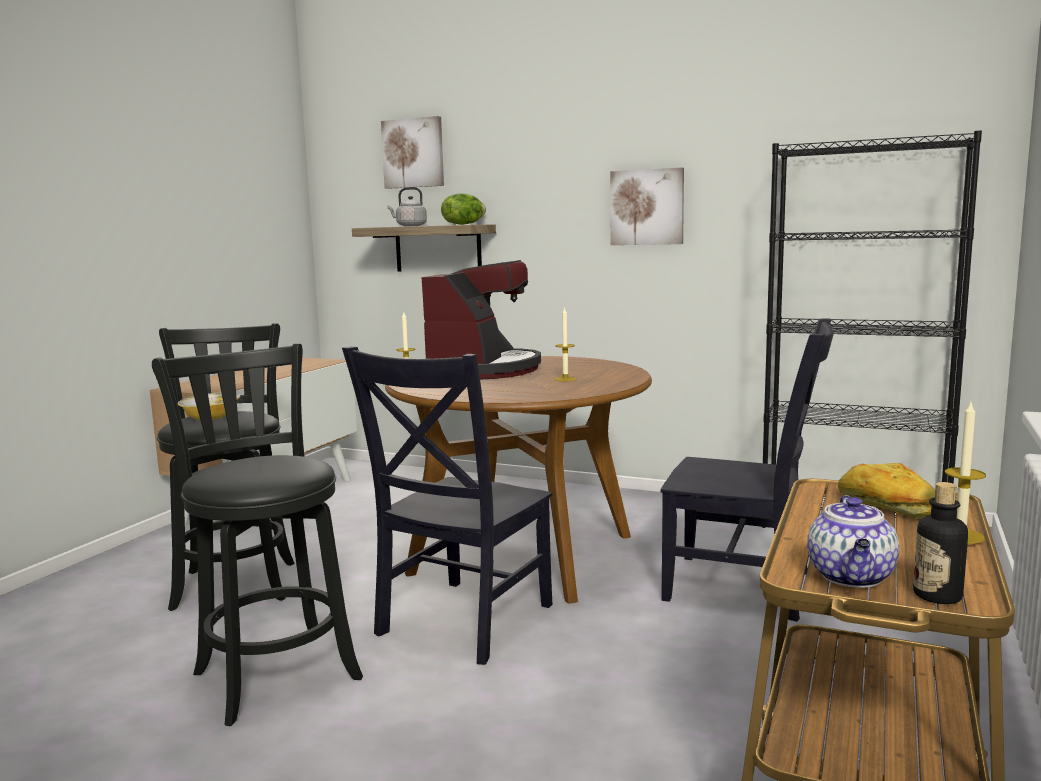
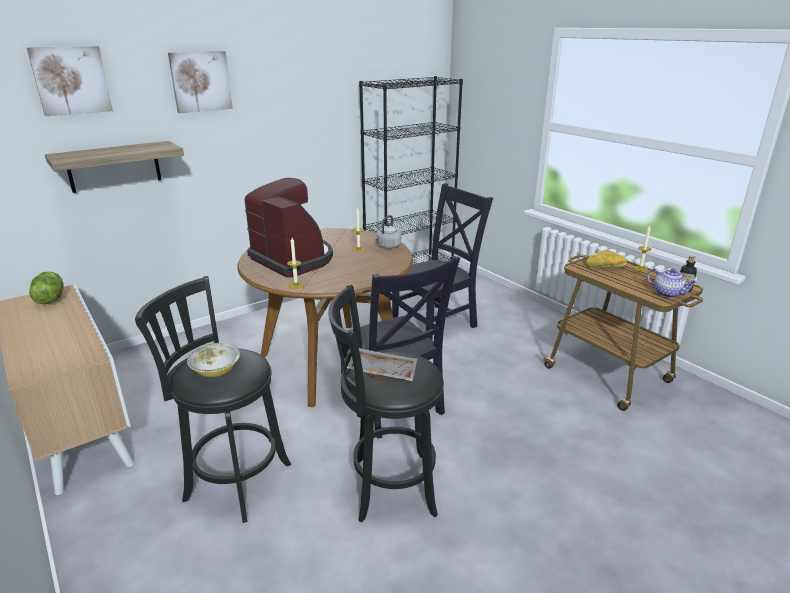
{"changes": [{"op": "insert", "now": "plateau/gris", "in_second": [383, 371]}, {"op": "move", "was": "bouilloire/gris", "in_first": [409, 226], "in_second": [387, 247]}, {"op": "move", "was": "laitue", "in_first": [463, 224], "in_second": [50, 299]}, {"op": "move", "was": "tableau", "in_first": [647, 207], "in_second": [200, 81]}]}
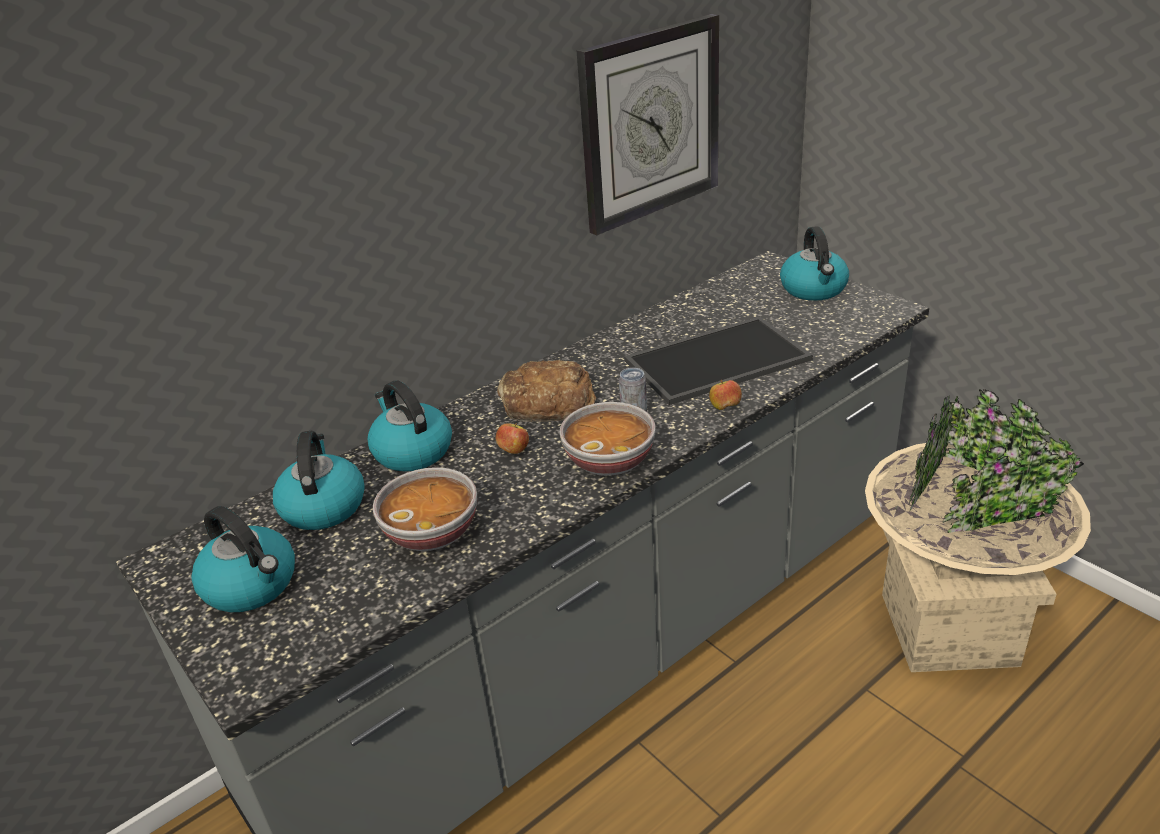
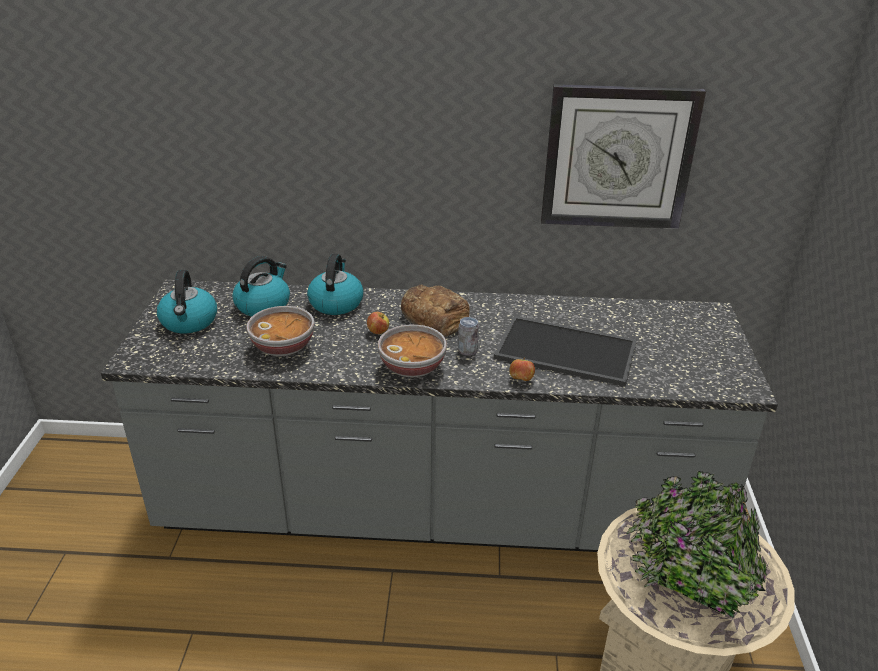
{"changes": [{"op": "delete", "was": "bouilloire", "in_first": [814, 289]}]}
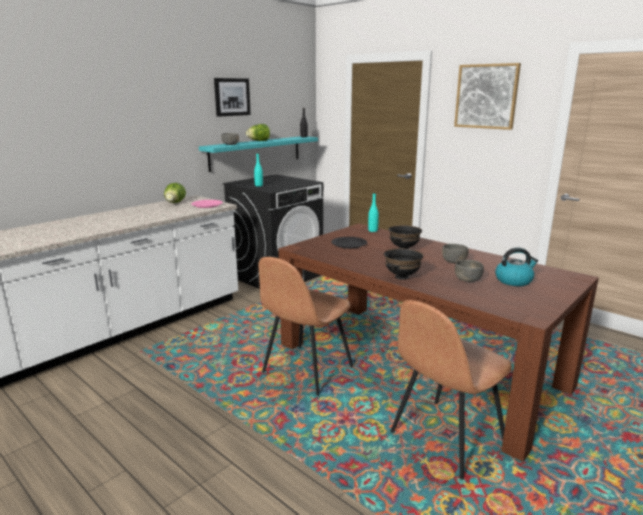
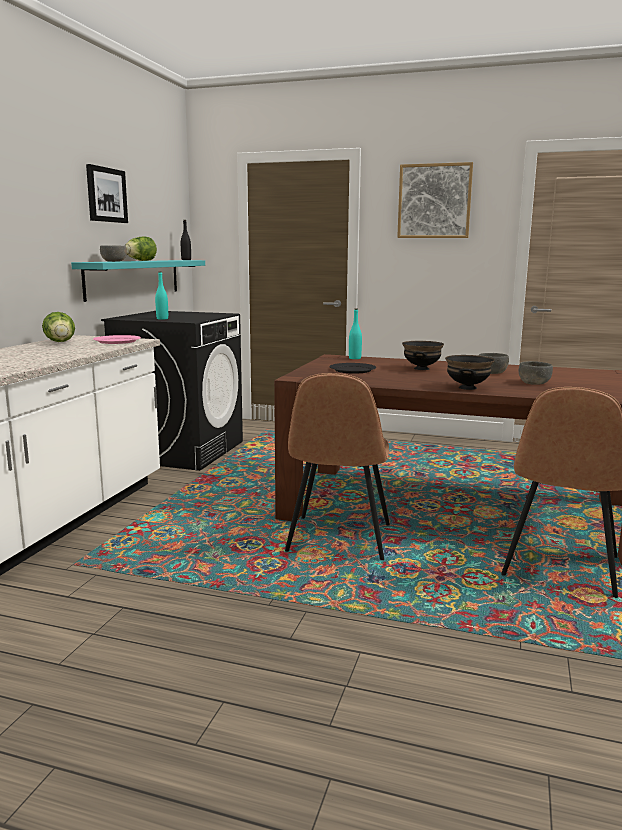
{"changes": [{"op": "delete", "was": "bouilloire", "in_first": [514, 280]}]}
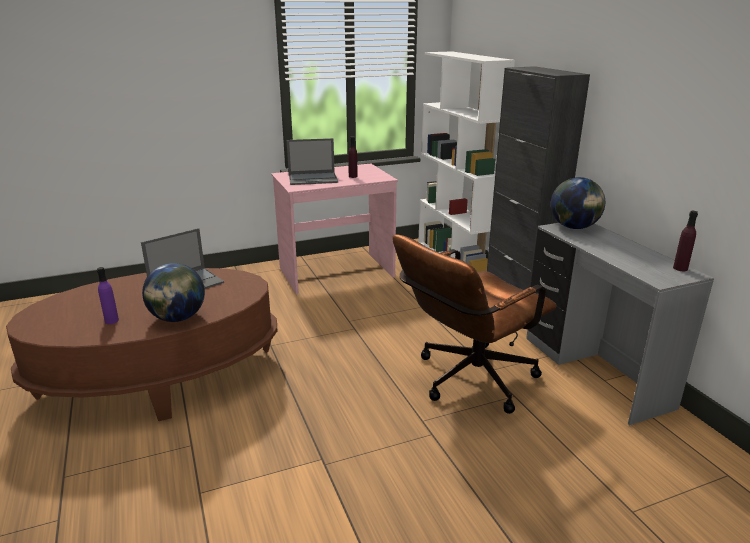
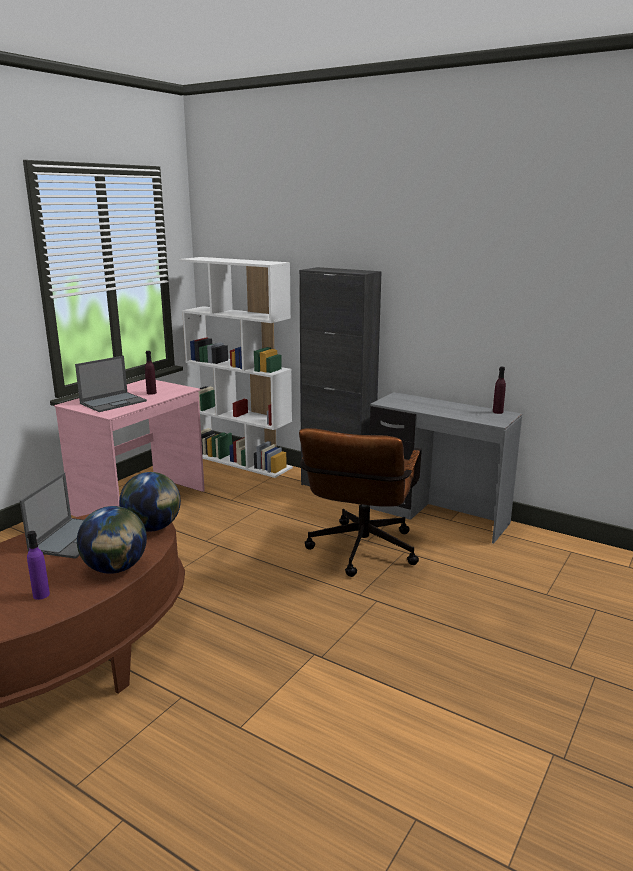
{"changes": [{"op": "move", "was": "globe", "in_first": [574, 227], "in_second": [153, 528]}]}
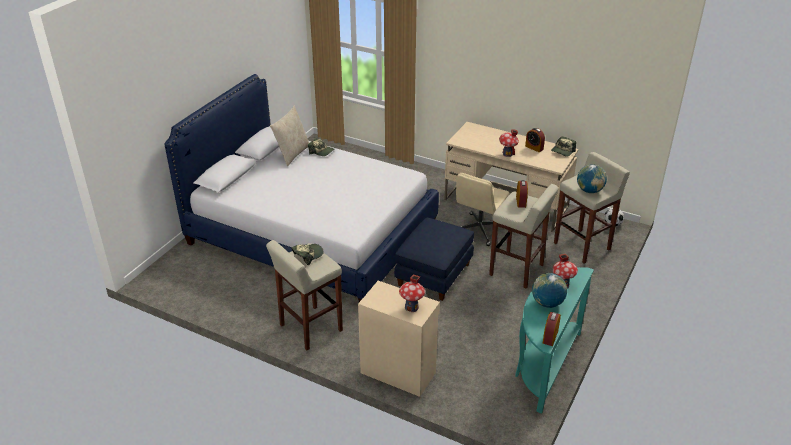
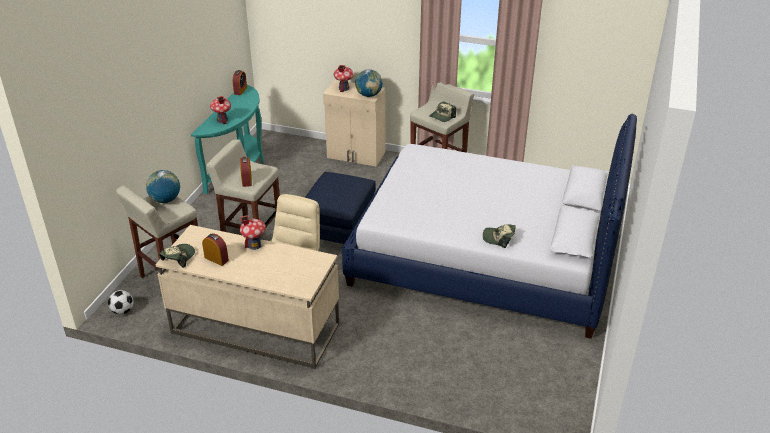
{"changes": [{"op": "delete", "was": "coussin/beige", "in_first": [292, 154]}, {"op": "move", "was": "globe", "in_first": [547, 303], "in_second": [369, 95]}]}
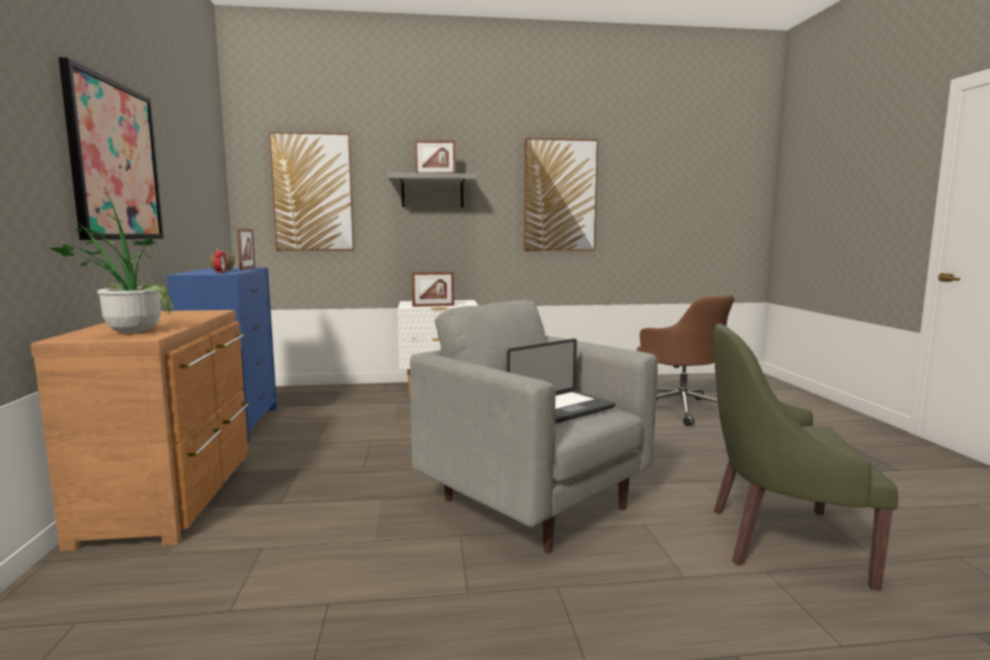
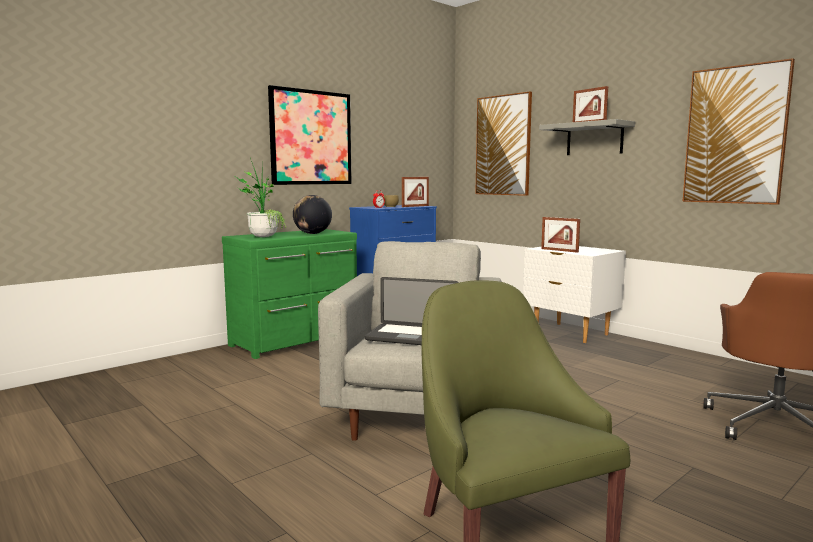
{"changes": [{"op": "insert", "now": "globe", "in_second": [312, 233]}, {"op": "recolor", "was": "commode/marron", "now": "commode/vert", "in_first": [175, 496], "in_second": [297, 341]}]}
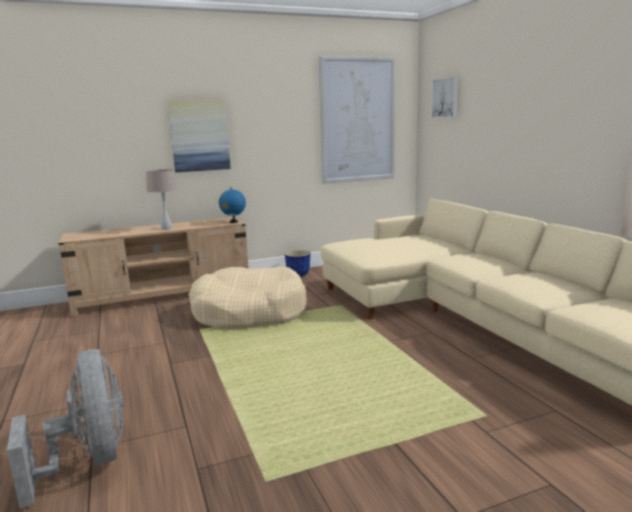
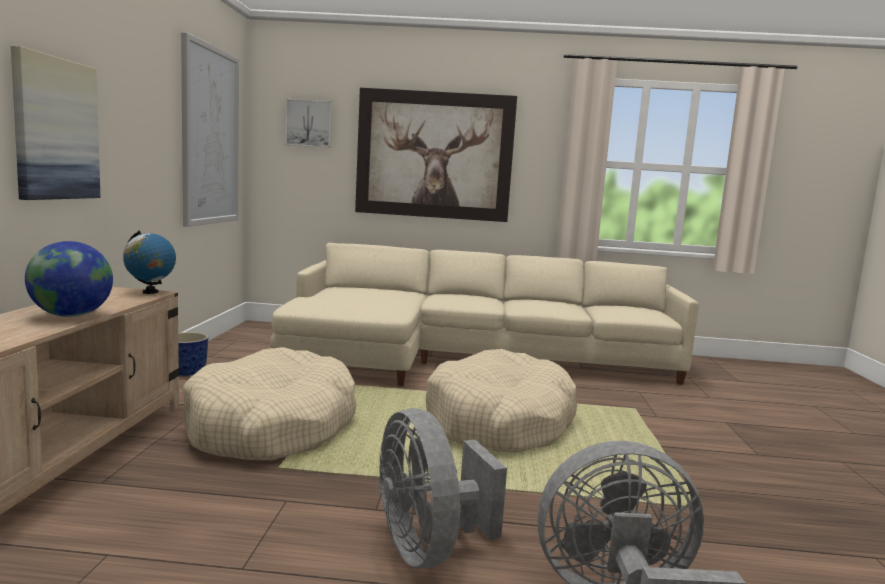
{"changes": [{"op": "insert", "now": "tableau", "in_second": [434, 155]}, {"op": "insert", "now": "ventilateur/gris", "in_second": [428, 548]}, {"op": "insert", "now": "panier pour chien/beige", "in_second": [499, 422]}, {"op": "replace", "was": "lampe de table/beige", "now": "globe", "in_first": [166, 228], "in_second": [71, 316]}]}
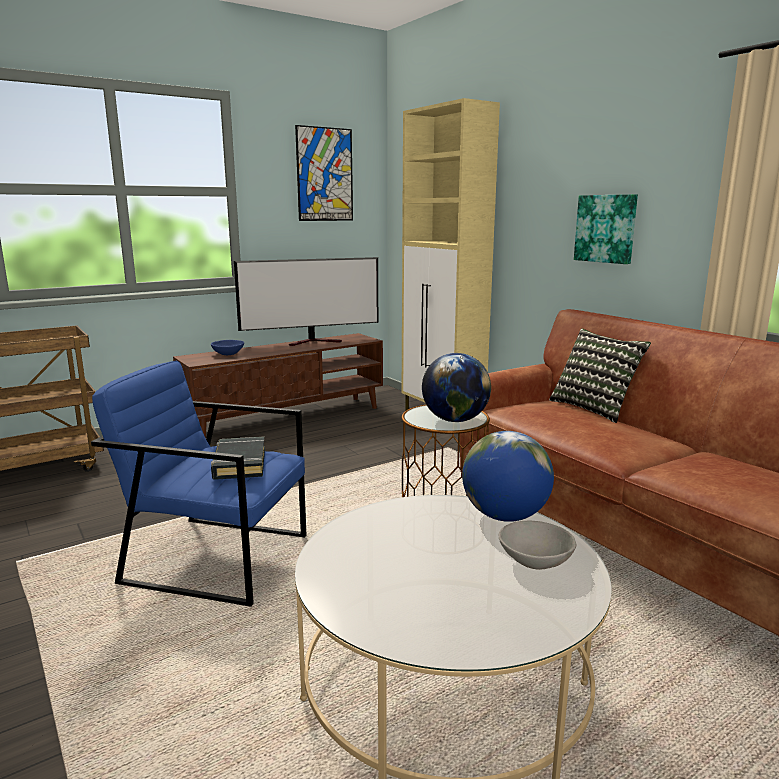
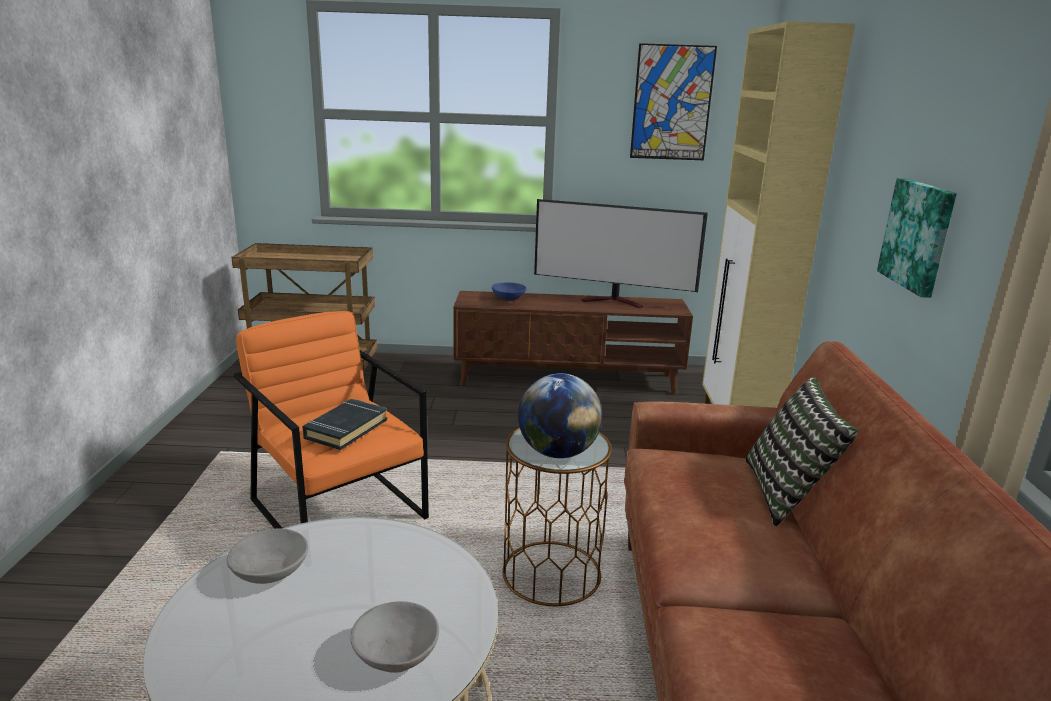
{"changes": [{"op": "delete", "was": "globe", "in_first": [505, 516]}, {"op": "insert", "now": "bol/gris", "in_second": [270, 572]}, {"op": "recolor", "was": "fauteuil/bleu", "now": "fauteuil/orange", "in_first": [217, 558], "in_second": [339, 508]}]}
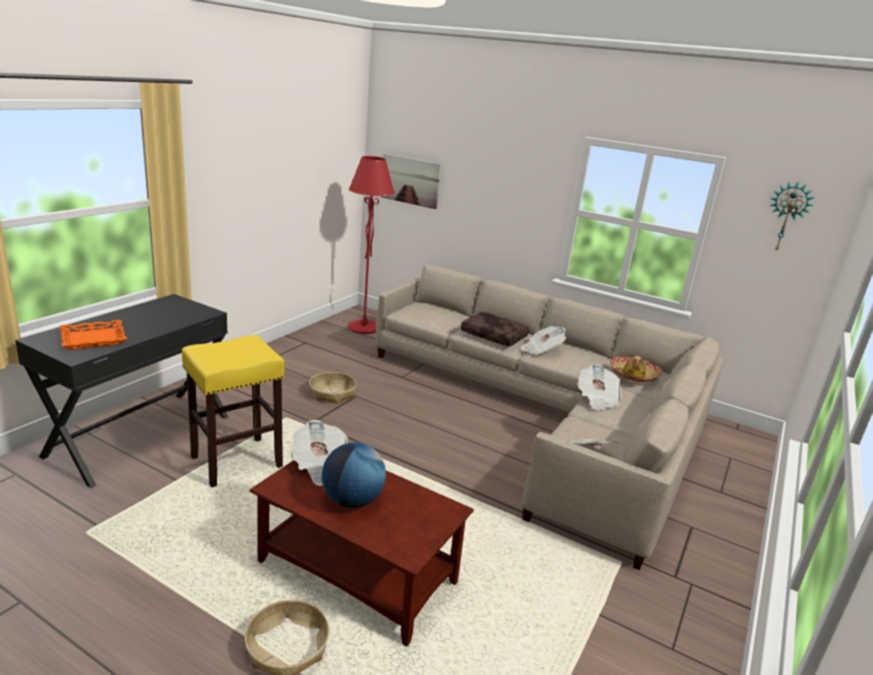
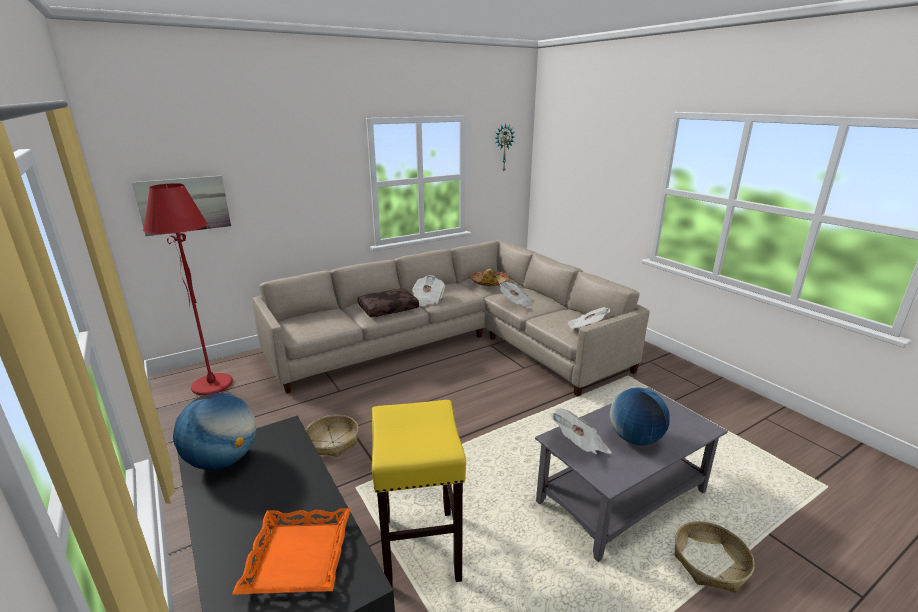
{"changes": [{"op": "insert", "now": "globe", "in_second": [223, 460]}, {"op": "recolor", "was": "table basse/marron", "now": "table basse/gris", "in_first": [359, 572], "in_second": [622, 496]}]}
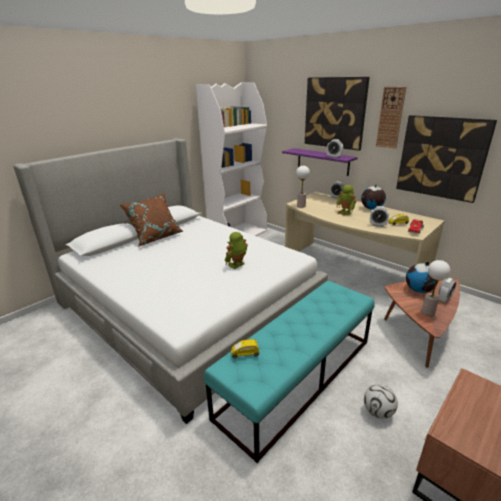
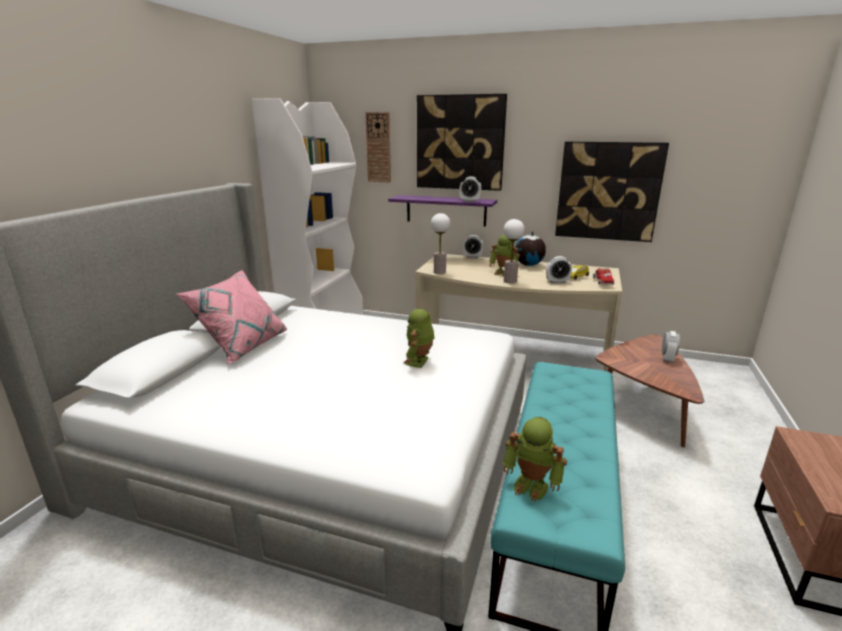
{"changes": [{"op": "delete", "was": "ballon de foot", "in_first": [378, 412]}, {"op": "delete", "was": "globe", "in_first": [419, 290]}, {"op": "move", "was": "horloge murale", "in_first": [390, 118], "in_second": [378, 147]}, {"op": "move", "was": "lampe de table", "in_first": [428, 312], "in_second": [510, 281]}, {"op": "replace", "was": "petite voiture/jaune", "now": "robot jouet", "in_first": [245, 354], "in_second": [532, 485]}, {"op": "recolor", "was": "coussin/marron", "now": "coussin/rose", "in_first": [155, 237], "in_second": [242, 346]}]}
